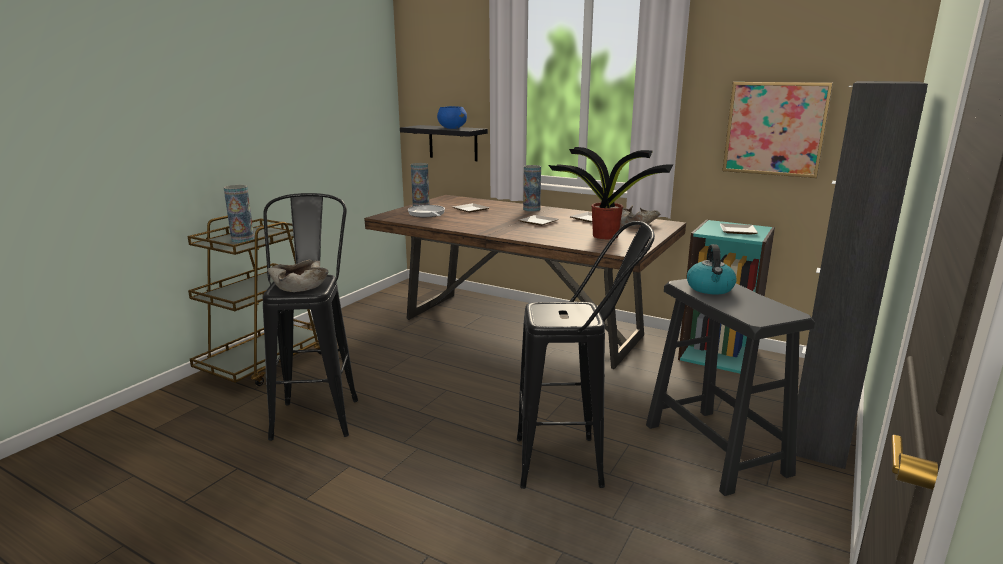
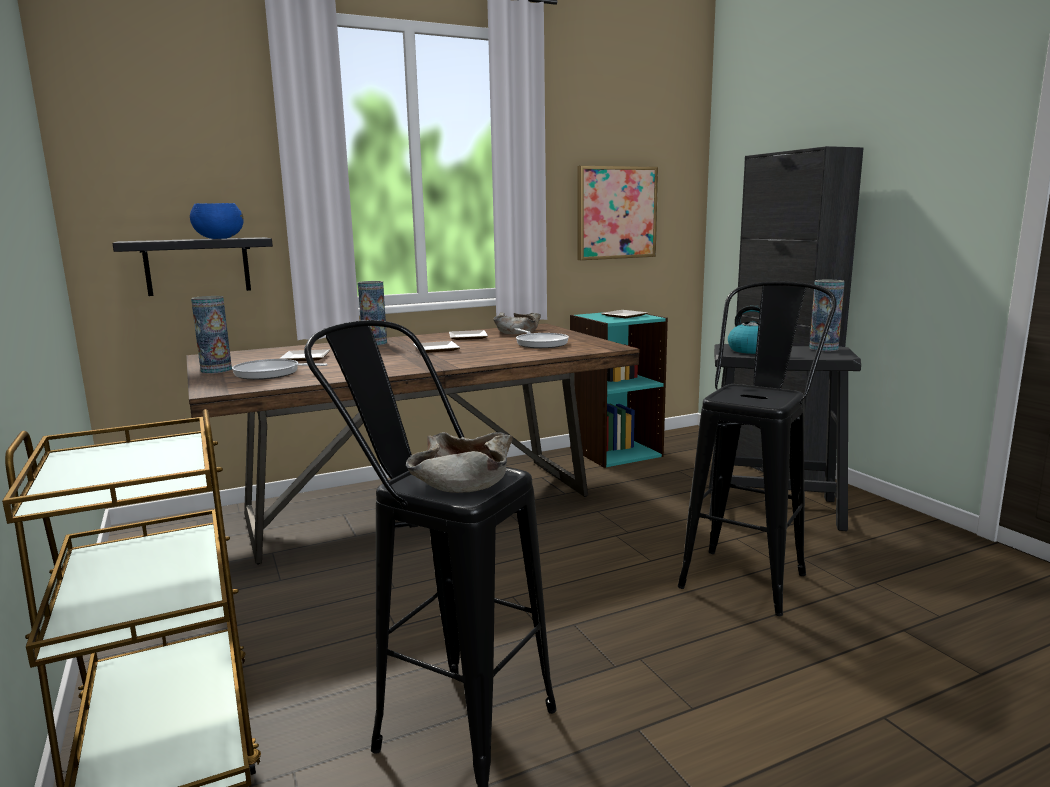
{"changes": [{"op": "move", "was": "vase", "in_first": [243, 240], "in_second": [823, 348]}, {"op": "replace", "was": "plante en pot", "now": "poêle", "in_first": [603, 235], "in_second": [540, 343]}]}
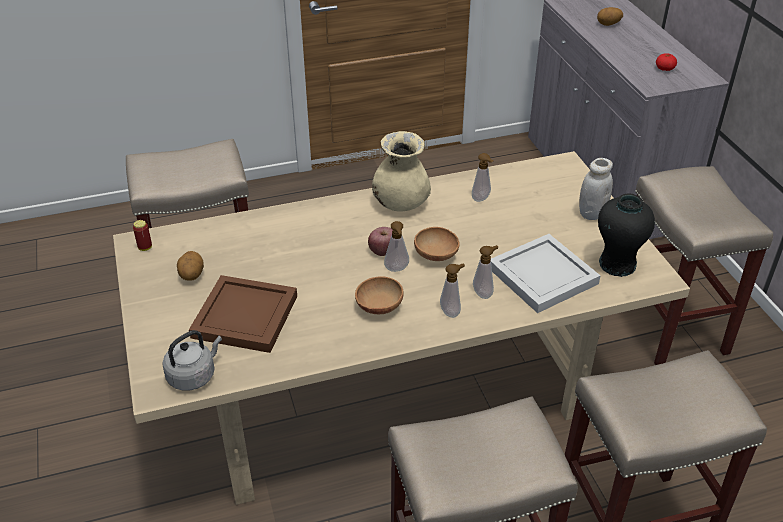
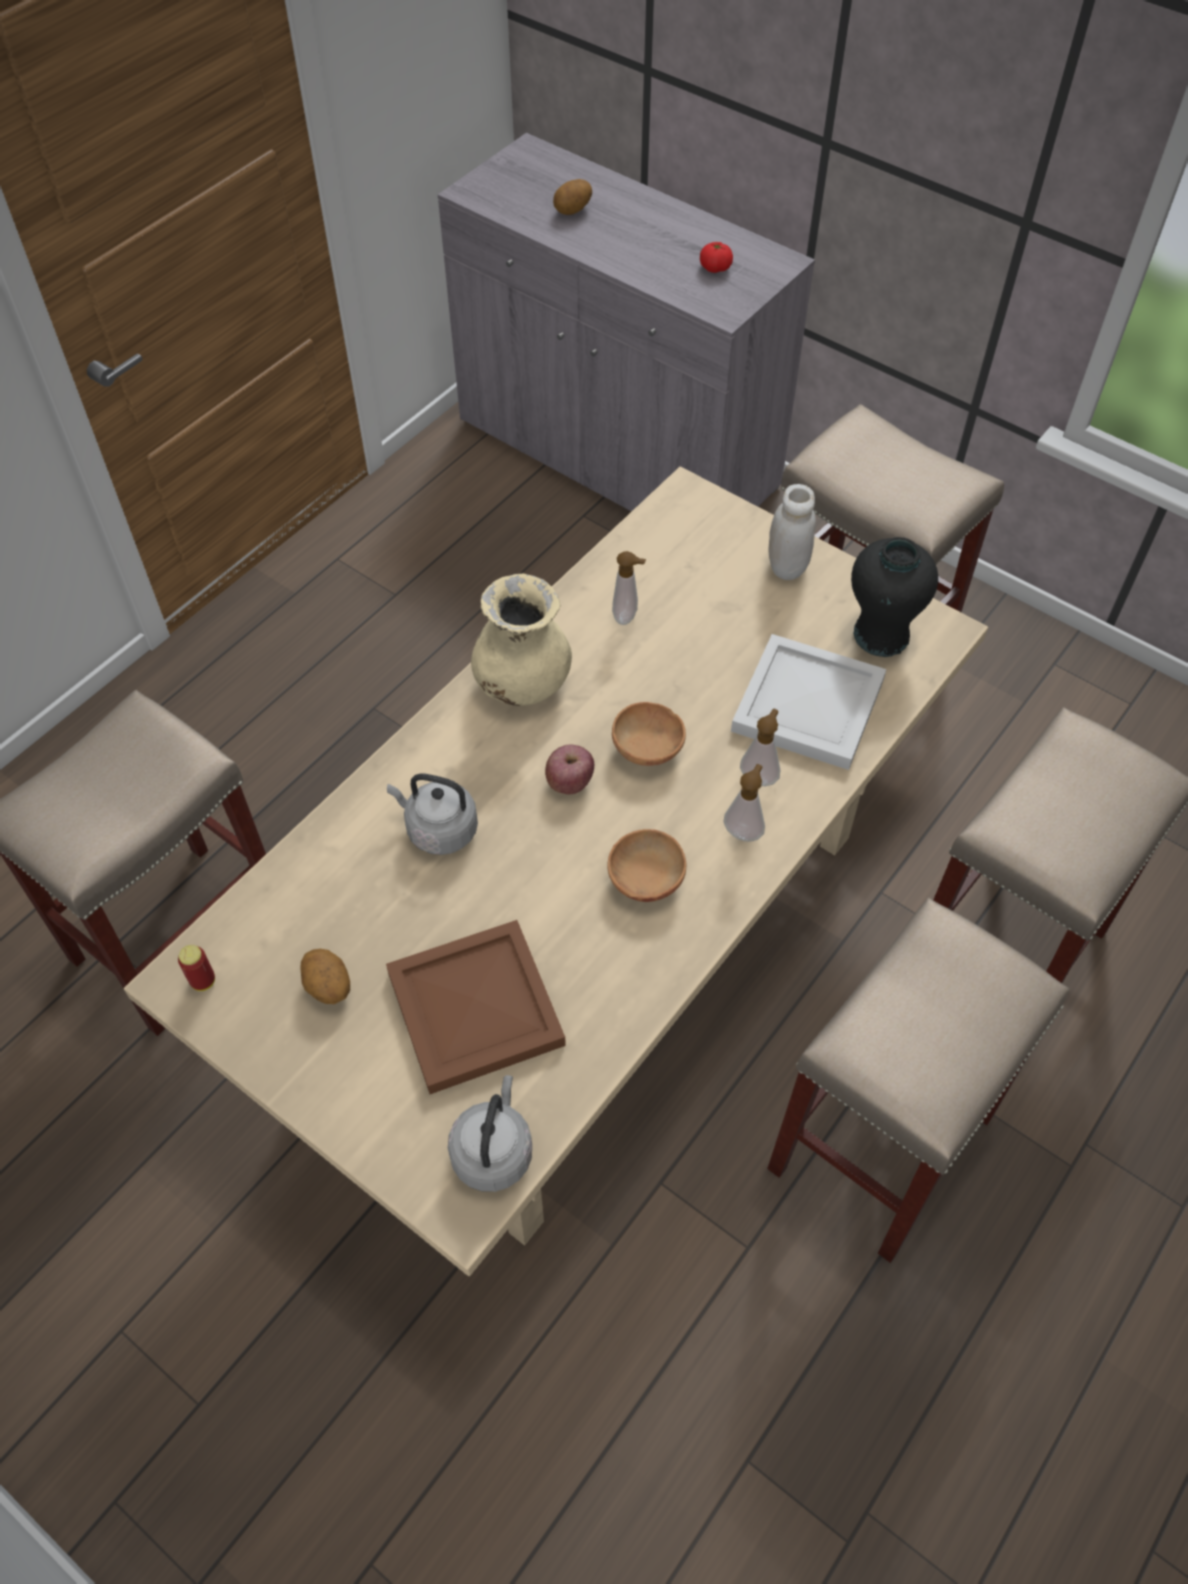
{"changes": [{"op": "delete", "was": "distributeur de savon", "in_first": [397, 270]}, {"op": "insert", "now": "bouilloire/gris", "in_second": [438, 829]}]}
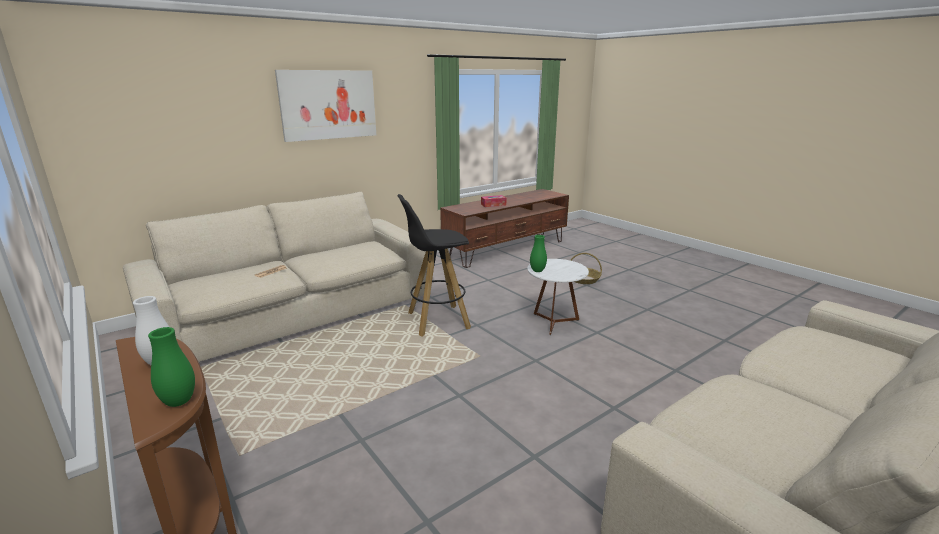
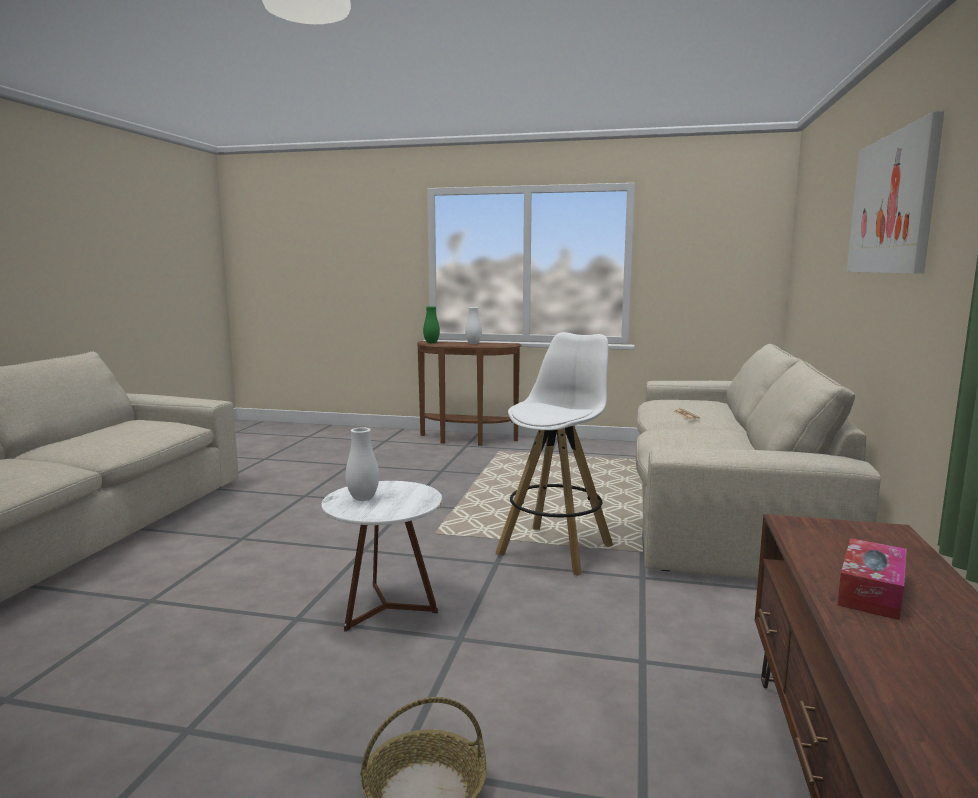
{"changes": [{"op": "delete", "was": "vase/vert", "in_first": [537, 271]}, {"op": "insert", "now": "vase/blanc", "in_second": [363, 499]}, {"op": "recolor", "was": "tabouret/noir", "now": "tabouret/blanc", "in_first": [437, 321], "in_second": [556, 549]}]}
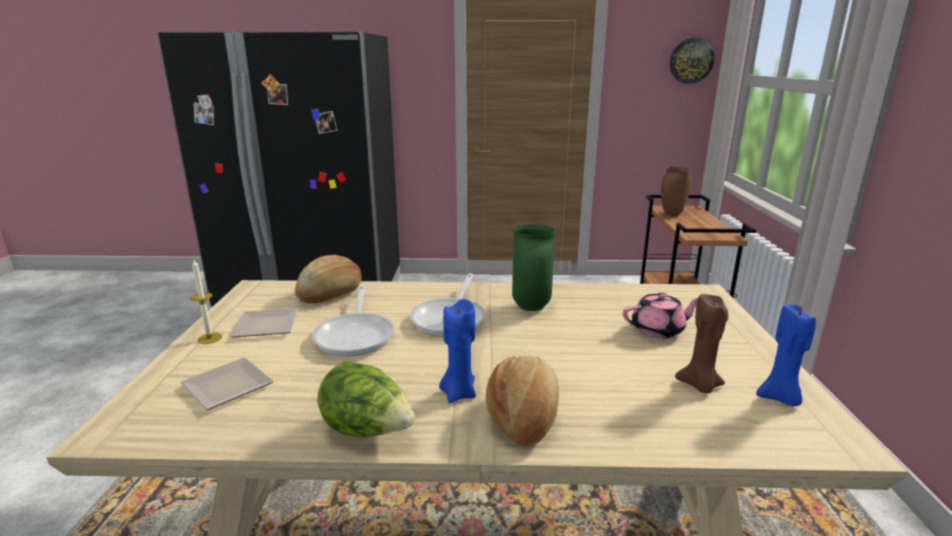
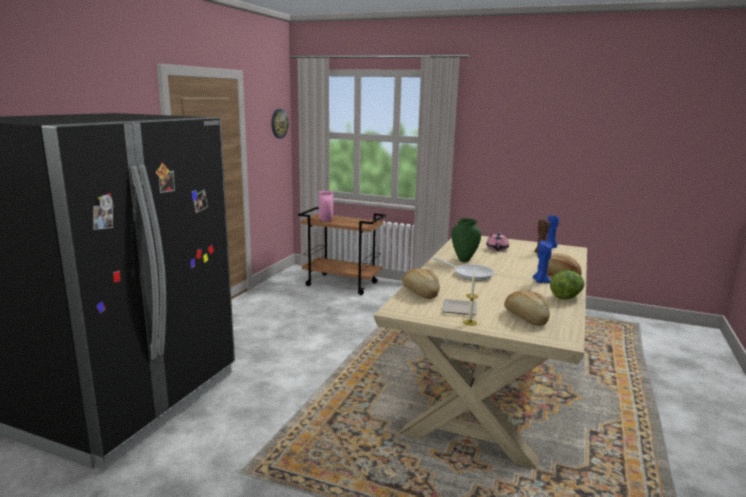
{"changes": [{"op": "delete", "was": "poêle", "in_first": [356, 335]}, {"op": "replace", "was": "assiette", "now": "pain", "in_first": [229, 385], "in_second": [525, 318]}, {"op": "recolor", "was": "vase/marron", "now": "vase/rose", "in_first": [672, 214], "in_second": [326, 221]}]}
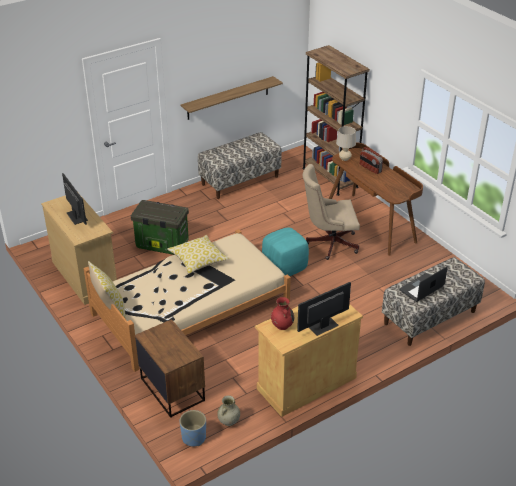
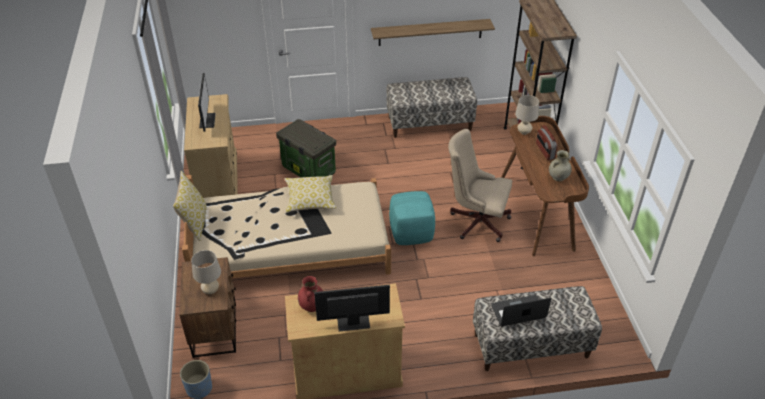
{"changes": [{"op": "insert", "now": "lampe de table/beige", "in_second": [211, 290]}, {"op": "move", "was": "vase/beige", "in_first": [228, 421], "in_second": [558, 177]}]}
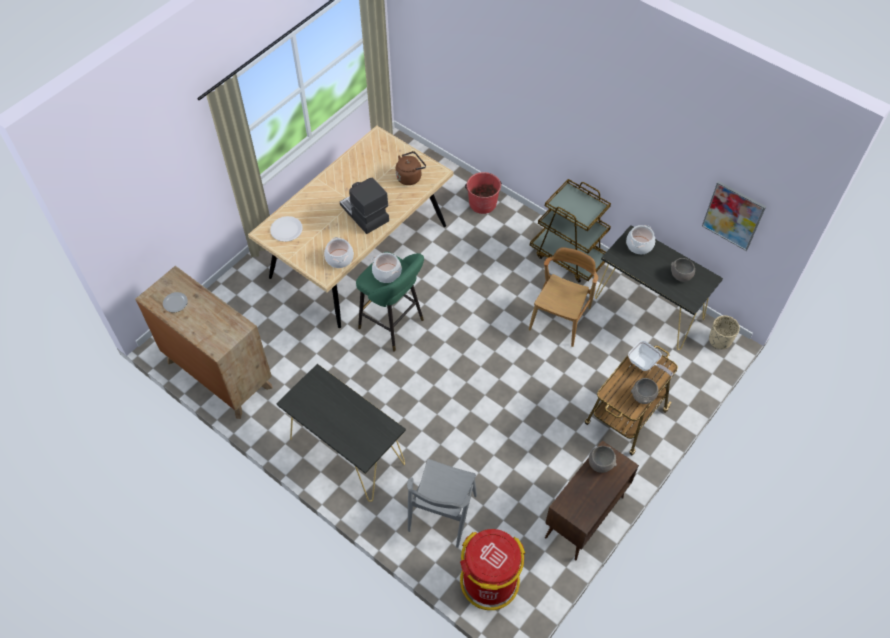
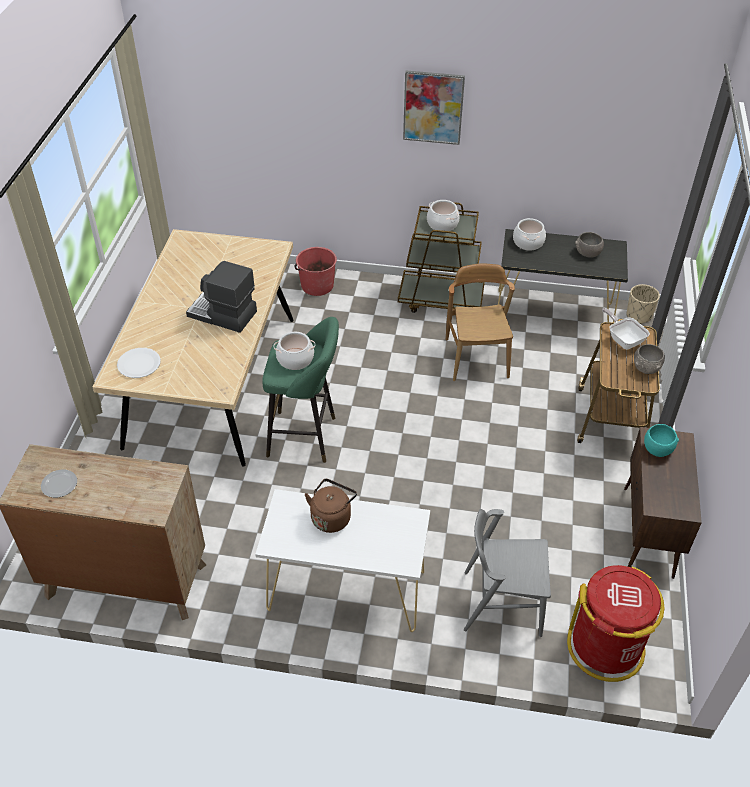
{"changes": [{"op": "move", "was": "marmite", "in_first": [339, 258], "in_second": [442, 224]}, {"op": "move", "was": "bouilloire/marron", "in_first": [410, 176], "in_second": [332, 517]}, {"op": "move", "was": "tableau", "in_first": [733, 215], "in_second": [433, 107]}, {"op": "recolor", "was": "table console/noir", "now": "table console/blanc", "in_first": [346, 450], "in_second": [345, 590]}, {"op": "recolor", "was": "bol/gris", "now": "bol/turquoise", "in_first": [601, 463], "in_second": [657, 448]}, {"op": "rotate", "was": "chaise/gris", "in_first": [442, 513], "in_second": [501, 603], "clockwise": 105}, {"op": "rotate", "was": "poêle", "in_first": [645, 364], "in_second": [623, 339], "clockwise": -135}]}
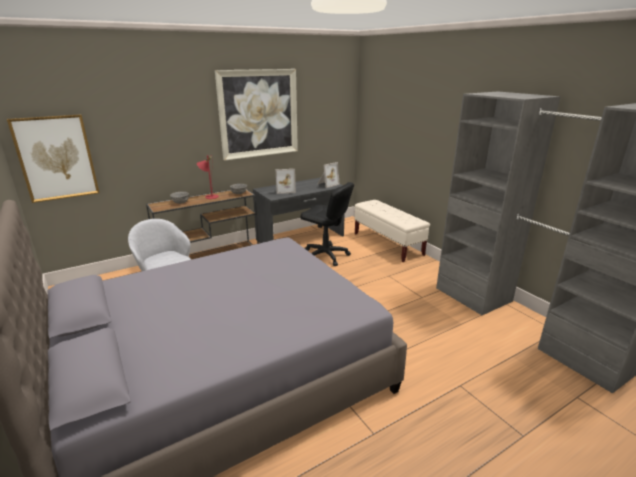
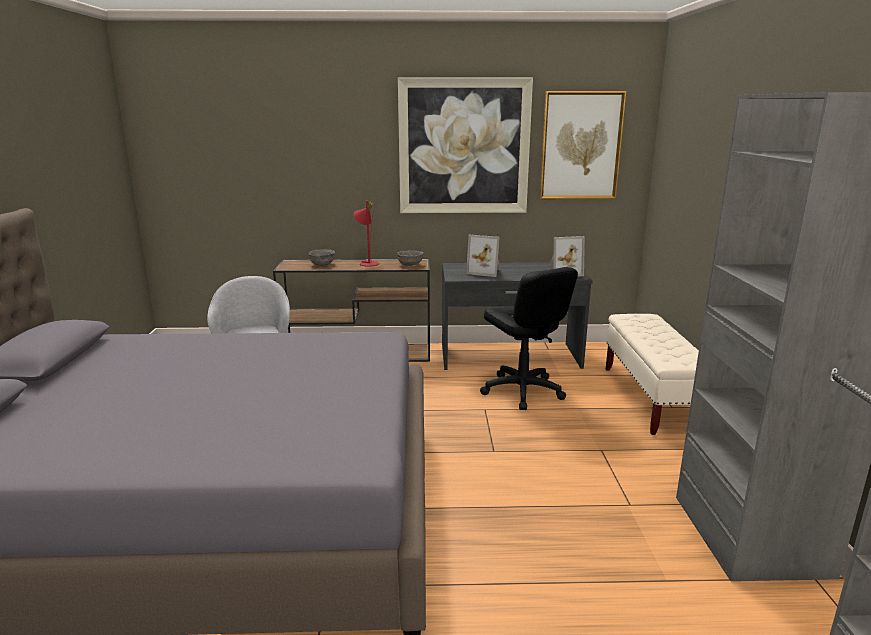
{"changes": [{"op": "move", "was": "tableau", "in_first": [56, 158], "in_second": [581, 146]}]}
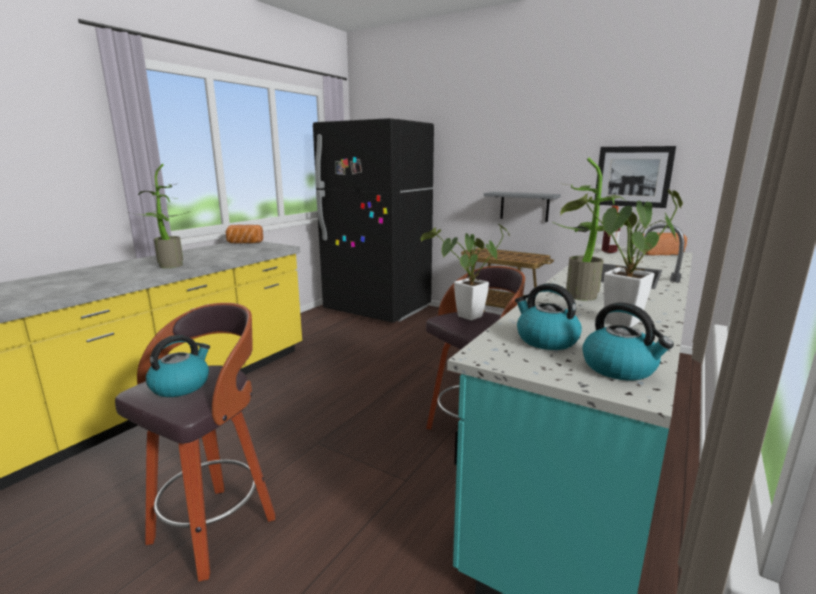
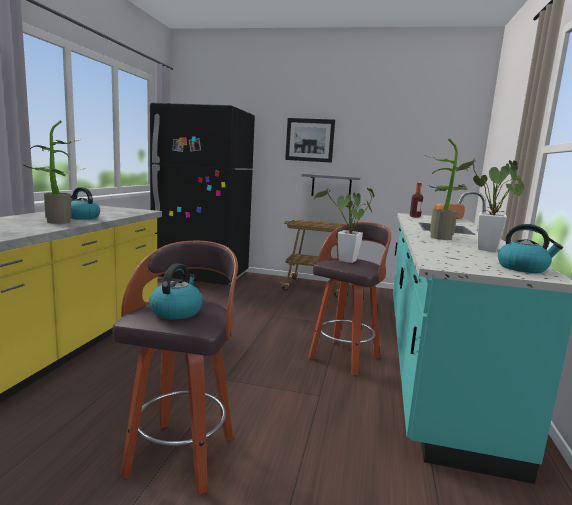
{"changes": [{"op": "delete", "was": "pain", "in_first": [244, 243]}, {"op": "move", "was": "bouilloire", "in_first": [545, 340], "in_second": [82, 217]}, {"op": "move", "was": "tableau", "in_first": [633, 176], "in_second": [309, 140]}]}
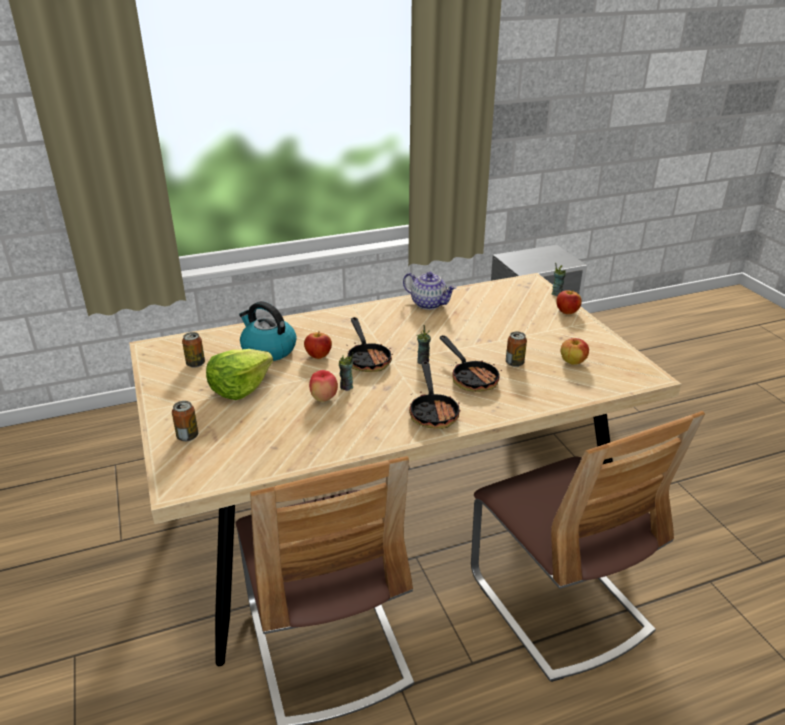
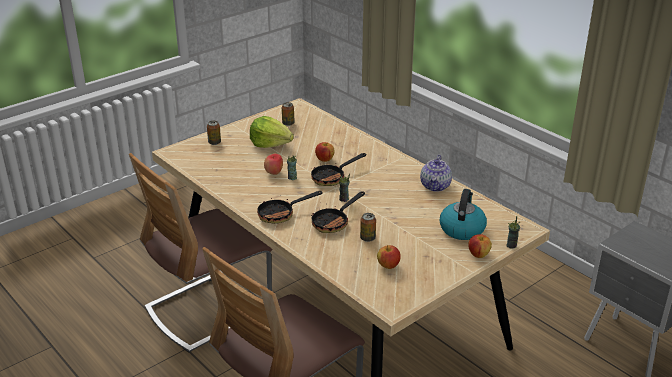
{"changes": [{"op": "move", "was": "bouilloire", "in_first": [268, 350], "in_second": [462, 229]}]}
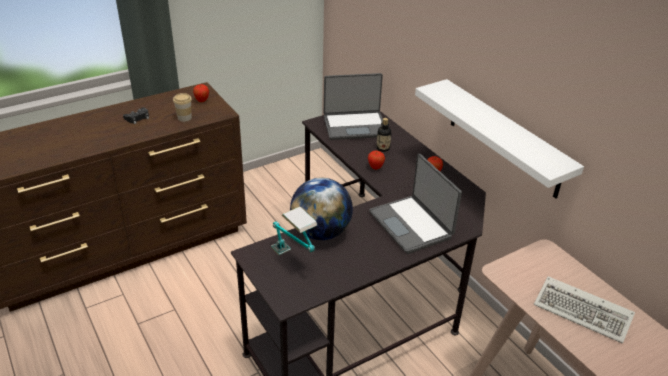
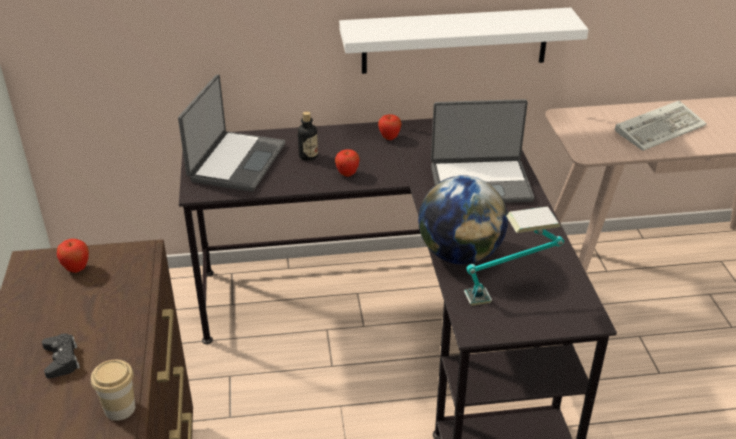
{"changes": [{"op": "move", "was": "tasse", "in_first": [184, 118], "in_second": [120, 408]}]}
